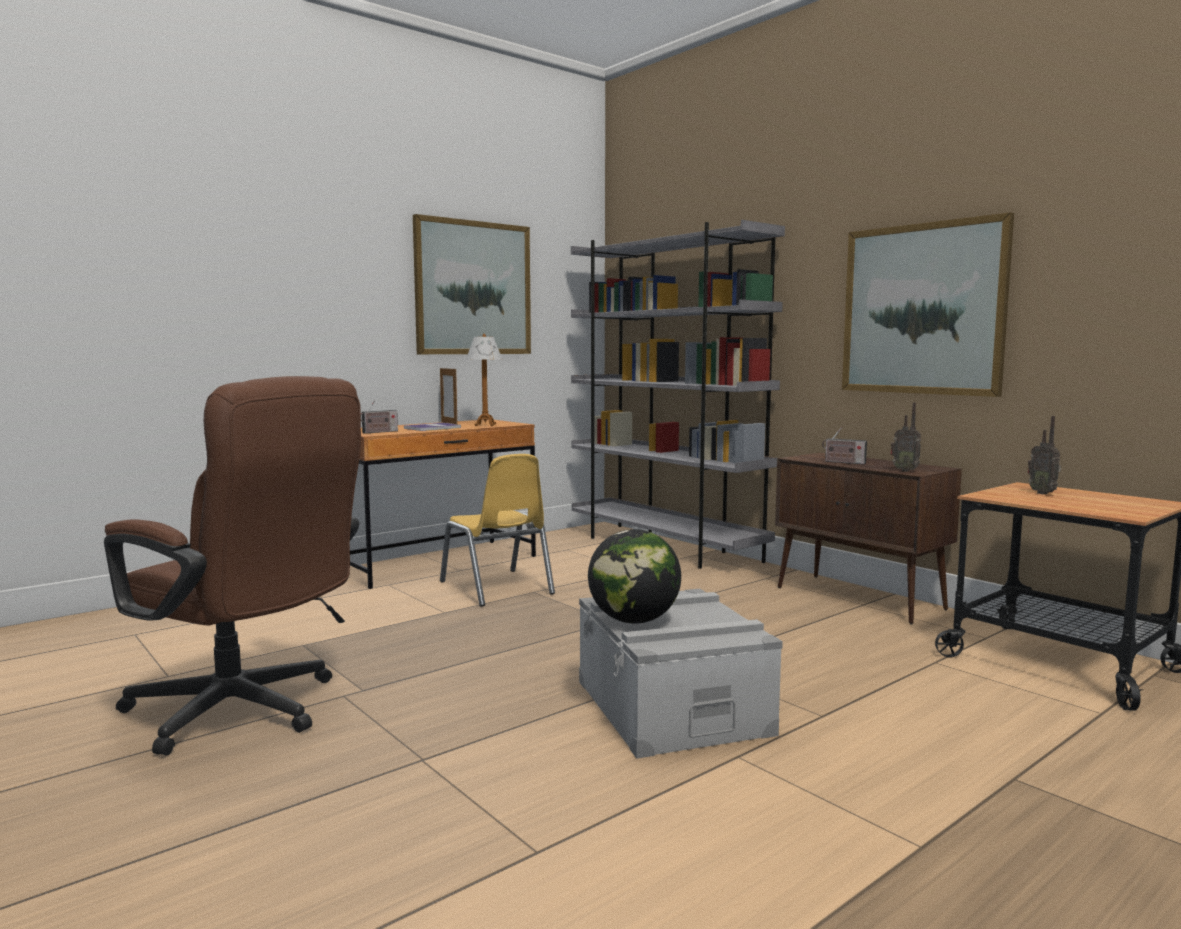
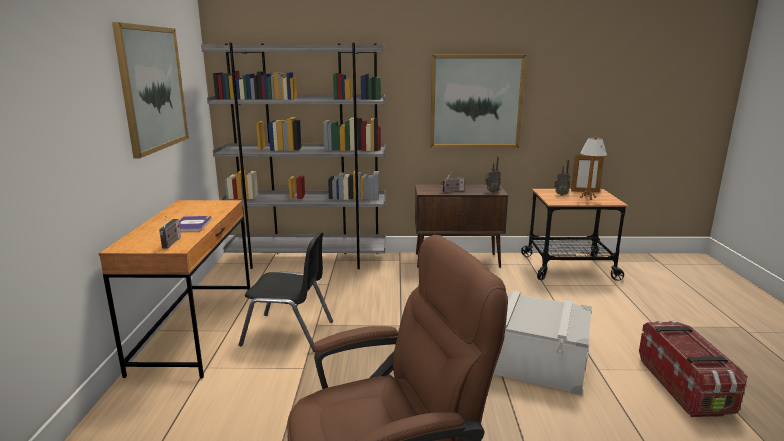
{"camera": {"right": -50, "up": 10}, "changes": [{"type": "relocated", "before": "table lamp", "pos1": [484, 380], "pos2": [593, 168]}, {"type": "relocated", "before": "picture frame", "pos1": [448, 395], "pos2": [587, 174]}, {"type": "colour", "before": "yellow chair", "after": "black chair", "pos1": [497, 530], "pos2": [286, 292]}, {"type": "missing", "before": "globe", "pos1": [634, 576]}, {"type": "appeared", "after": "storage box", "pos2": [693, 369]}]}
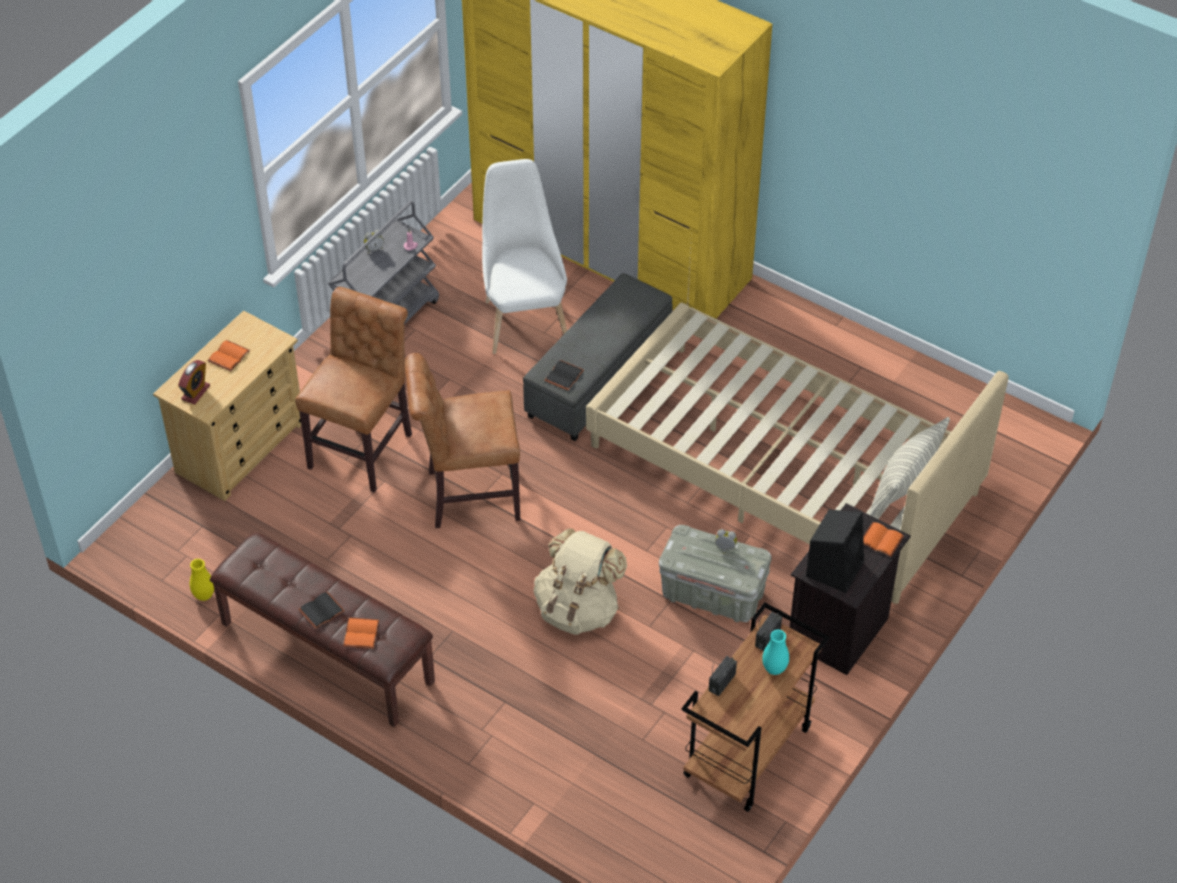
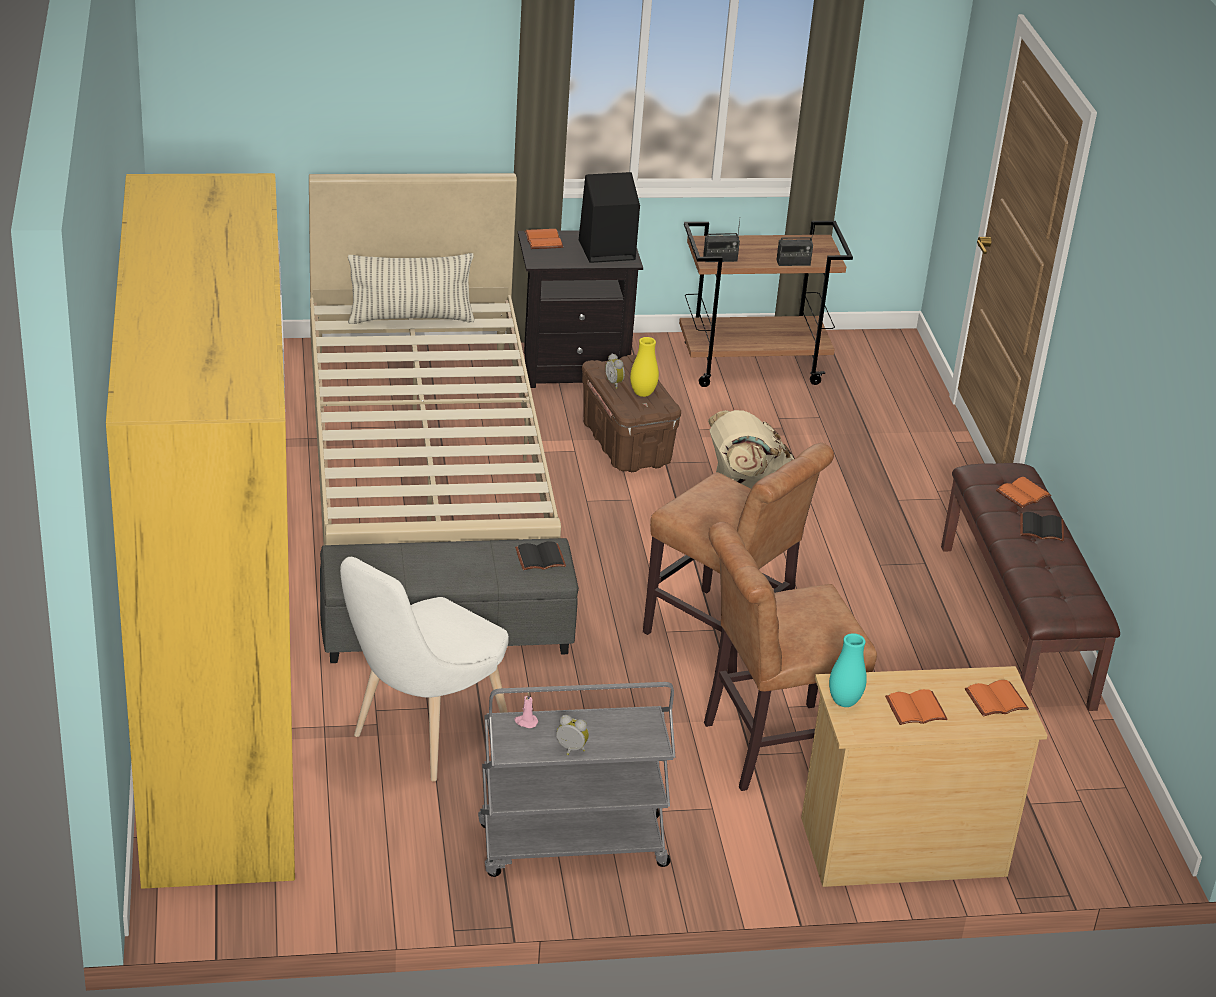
{"camera": {"right": -135, "up": -15}, "changes": [{"type": "exchanged", "before": "alarm clock", "after": "orange book", "pos1": [194, 382], "pos2": [997, 698]}, {"type": "colour", "before": "grey storage box", "after": "brown storage box", "pos1": [715, 573], "pos2": [631, 413]}, {"type": "relocated", "before": "yellow vase", "pos1": [202, 580], "pos2": [644, 367]}, {"type": "relocated", "before": "turquoise vase", "pos1": [775, 652], "pos2": [848, 670]}]}
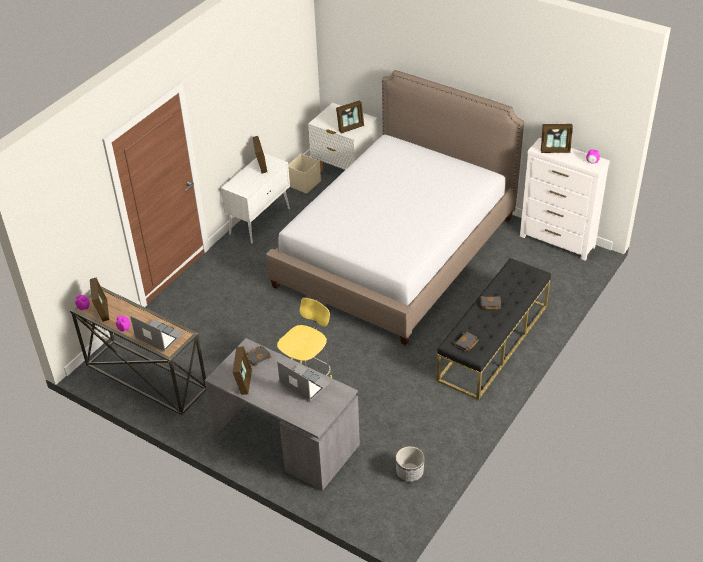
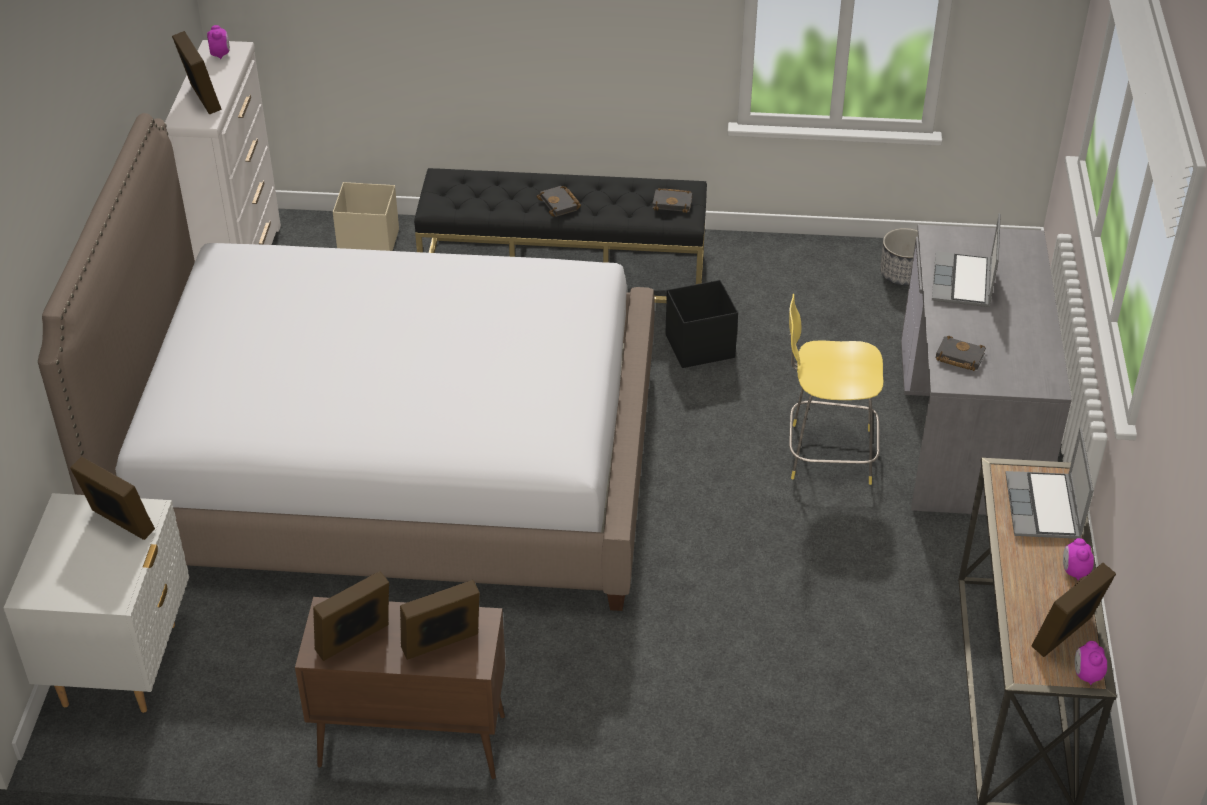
{"camera": {"right": -120, "up": 0}, "changes": [{"type": "colour", "before": "white cabinet", "after": "brown cabinet", "pos1": [255, 198], "pos2": [400, 688]}, {"type": "relocated", "before": "beige storage box", "pos1": [304, 174], "pos2": [366, 216]}, {"type": "relocated", "before": "picture frame", "pos1": [242, 370], "pos2": [440, 620]}, {"type": "appeared", "after": "black storage box", "pos2": [701, 324]}]}
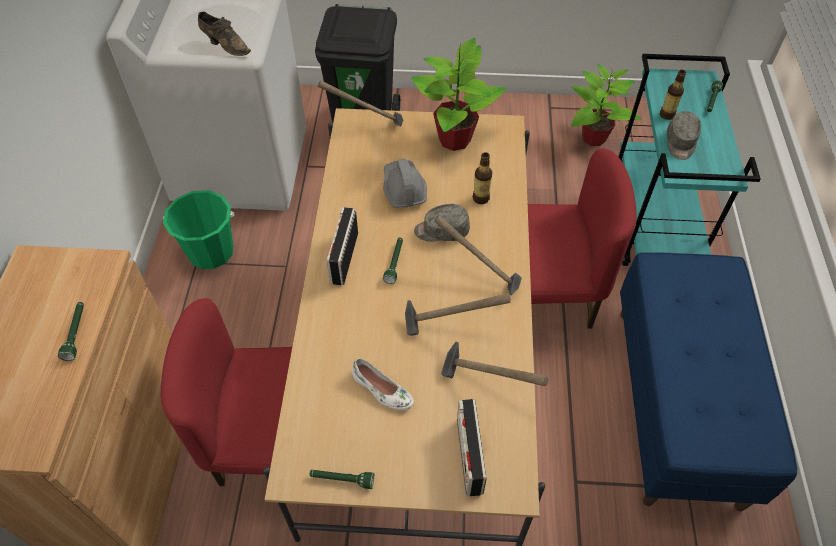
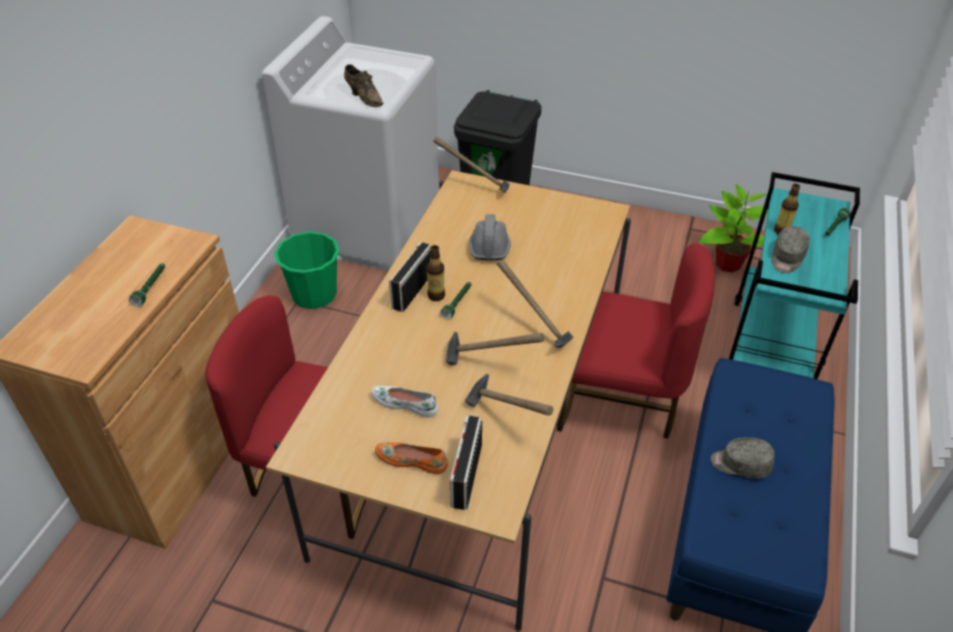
{"camera": {"right": 15, "up": -10}, "changes": [{"type": "missing", "before": "potted plant", "pos1": [459, 94]}, {"type": "relocated", "before": "bottle", "pos1": [482, 178], "pos2": [436, 273]}, {"type": "relocated", "before": "grey cap", "pos1": [442, 223], "pos2": [743, 458]}, {"type": "spun", "before": "white shoe", "pos1": [383, 384], "pos2": [405, 402], "turn": 150}, {"type": "missing", "before": "green flashlight", "pos1": [342, 479]}, {"type": "appeared", "after": "orange shoe", "pos2": [411, 458]}]}
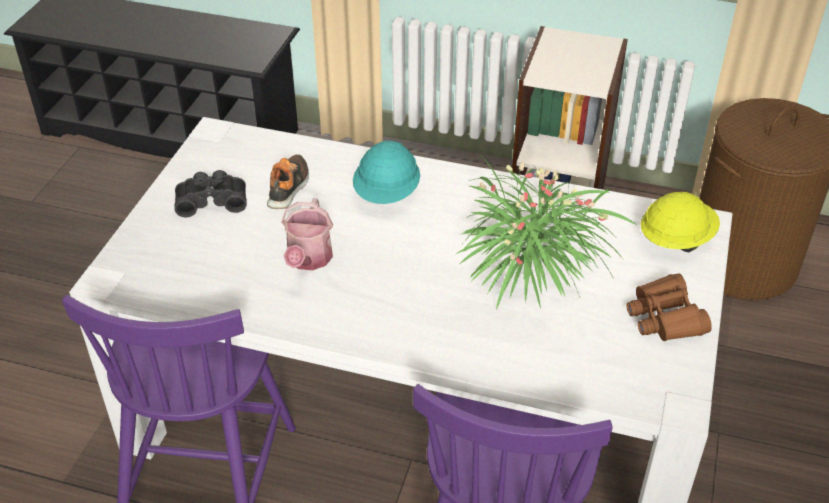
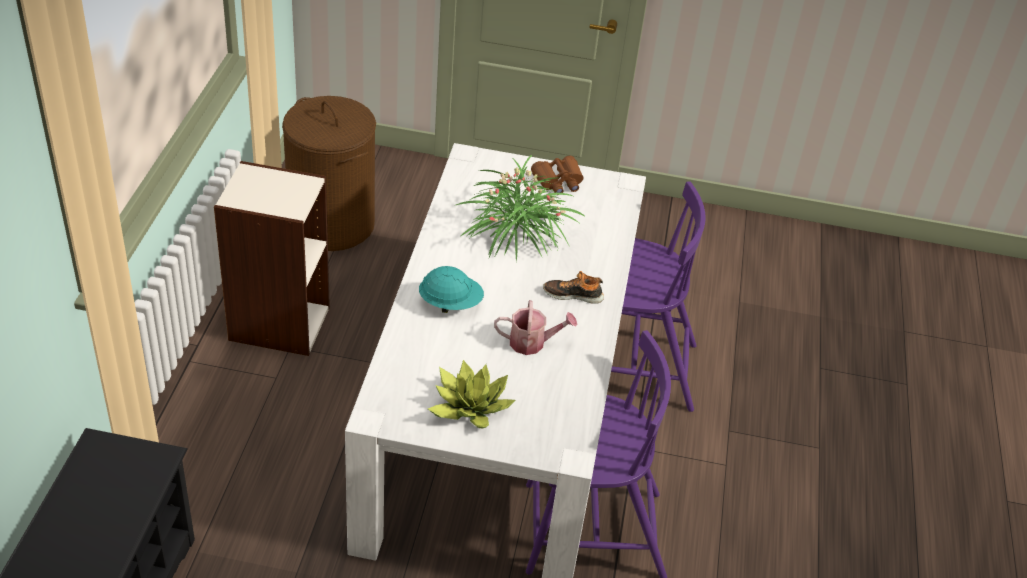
{"camera": {"right": -100, "up": 0}, "changes": [{"type": "relocated", "before": "shoe", "pos1": [288, 181], "pos2": [573, 287]}, {"type": "exchanged", "before": "black binoculars", "after": "potted plant", "pos1": [210, 193], "pos2": [472, 394]}, {"type": "missing", "before": "yellow hard hat", "pos1": [680, 222]}]}
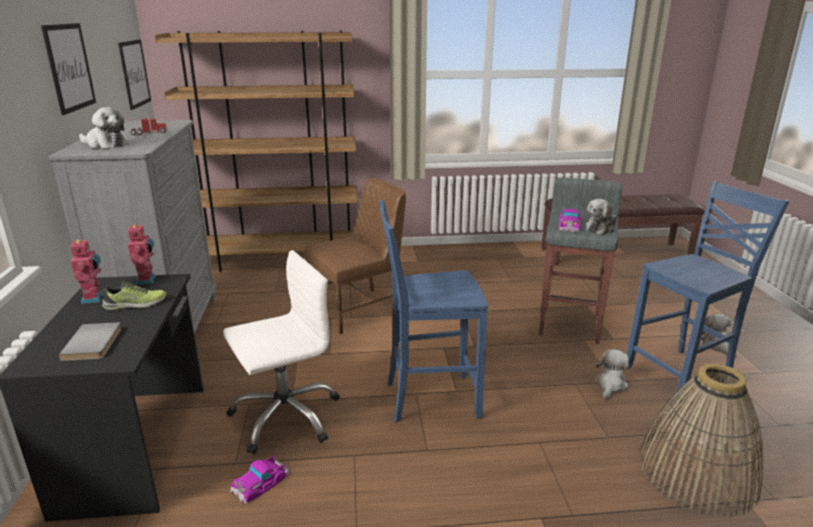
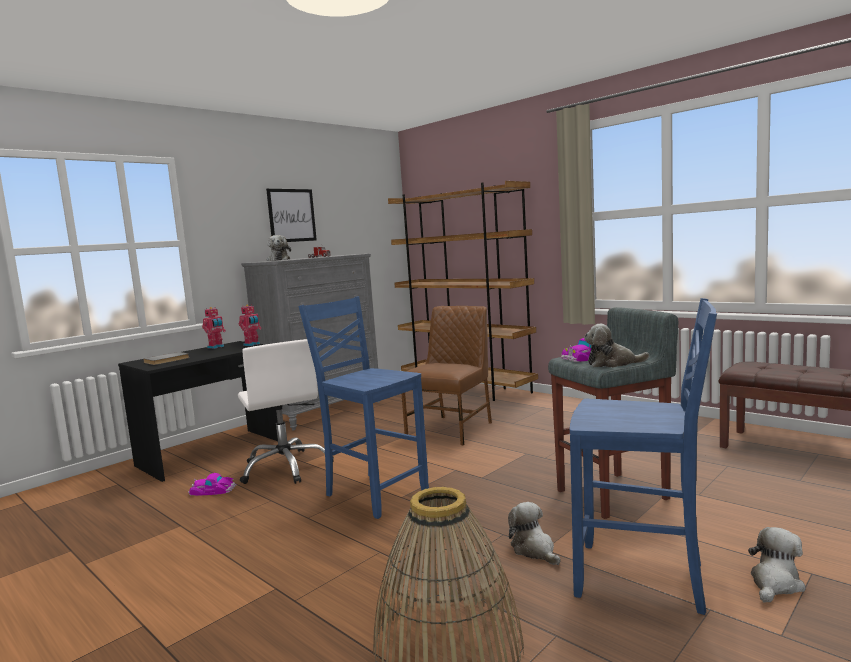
{"camera": {"right": 50, "up": -15}, "changes": [{"type": "missing", "before": "picture", "pos1": [134, 74]}, {"type": "spun", "before": "brown chair", "pos1": [355, 256], "pos2": [447, 375], "turn": -75}, {"type": "spun", "before": "white office chair", "pos1": [281, 352], "pos2": [286, 411], "turn": 45}, {"type": "missing", "before": "shoe", "pos1": [134, 296]}, {"type": "spun", "before": "plush toy", "pos1": [612, 374], "pos2": [534, 533], "turn": -105}]}
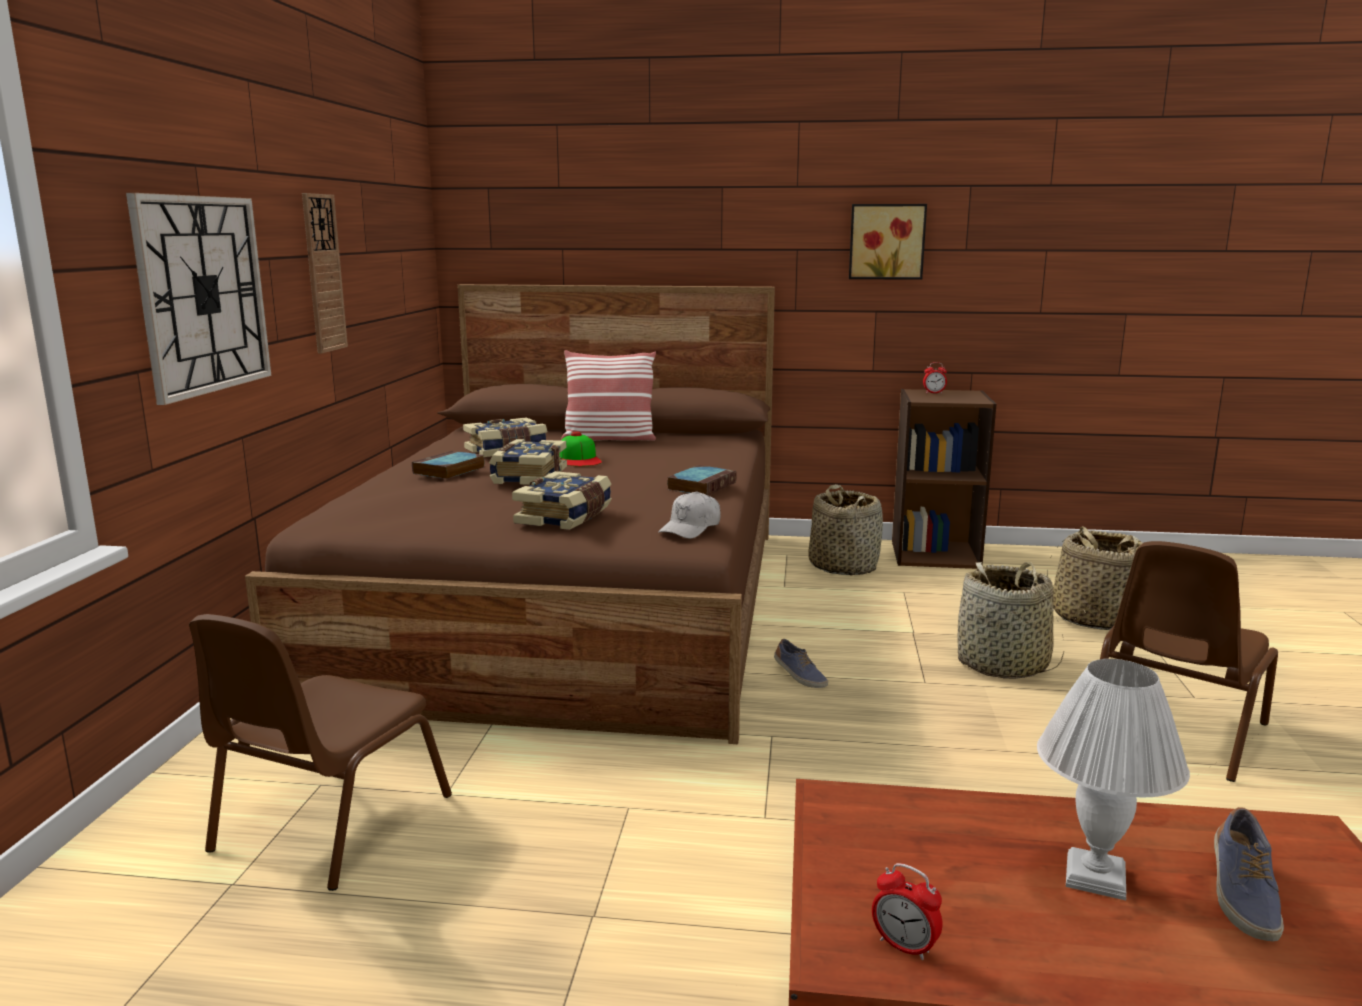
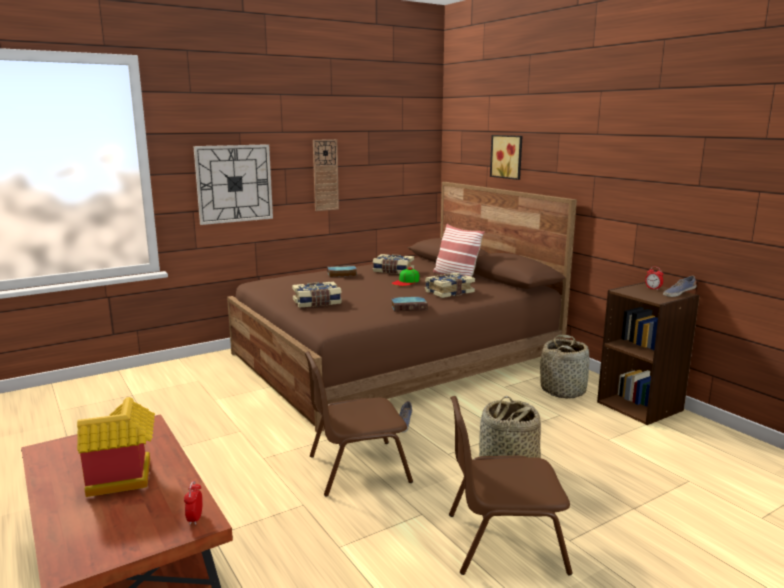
{"camera": {"right": 50, "up": 0}, "changes": [{"type": "relocated", "before": "picture", "pos1": [888, 242], "pos2": [506, 157]}, {"type": "relocated", "before": "book", "pos1": [528, 462], "pos2": [450, 285]}, {"type": "missing", "before": "white cap", "pos1": [689, 515]}, {"type": "missing", "before": "basket", "pos1": [1094, 578]}, {"type": "relocated", "before": "brown chair", "pos1": [320, 752], "pos2": [358, 423]}, {"type": "exchanged", "before": "white table lamp", "after": "toy house", "pos1": [1113, 780], "pos2": [116, 447]}, {"type": "relocated", "before": "shoe", "pos1": [1249, 874], "pos2": [679, 286]}, {"type": "relocated", "before": "alarm clock", "pos1": [907, 911], "pos2": [193, 503]}]}
